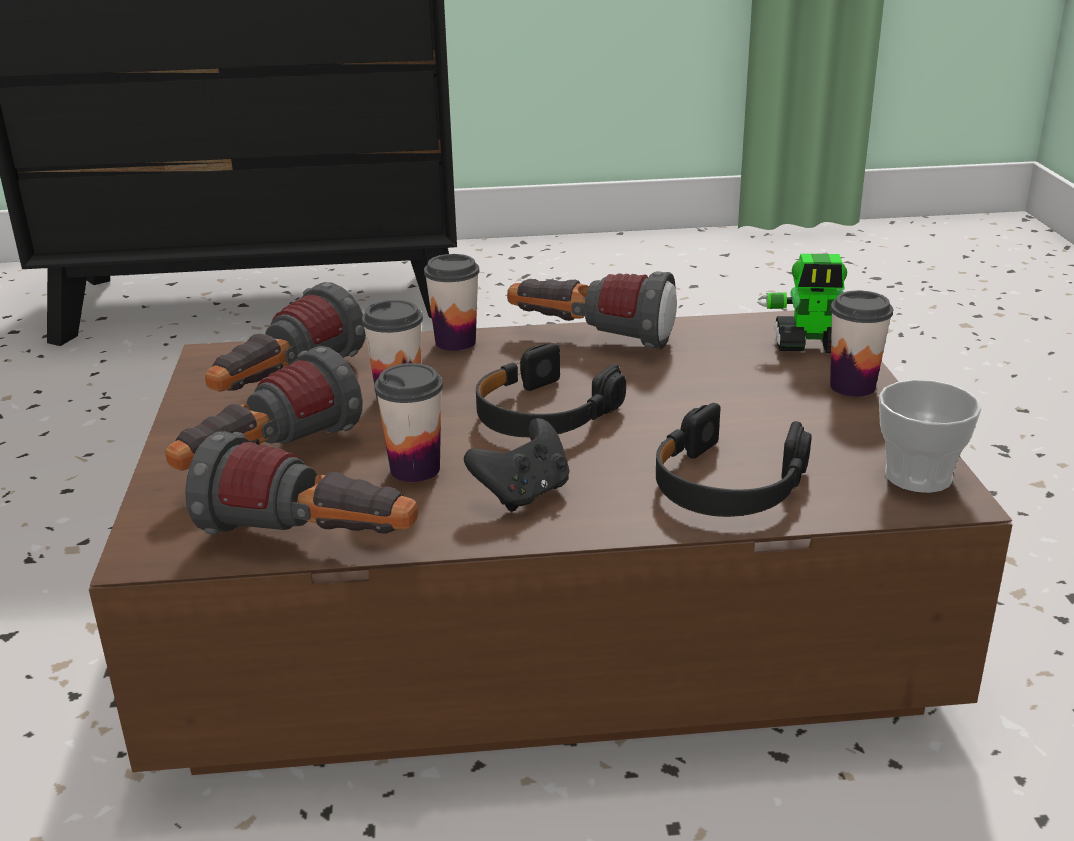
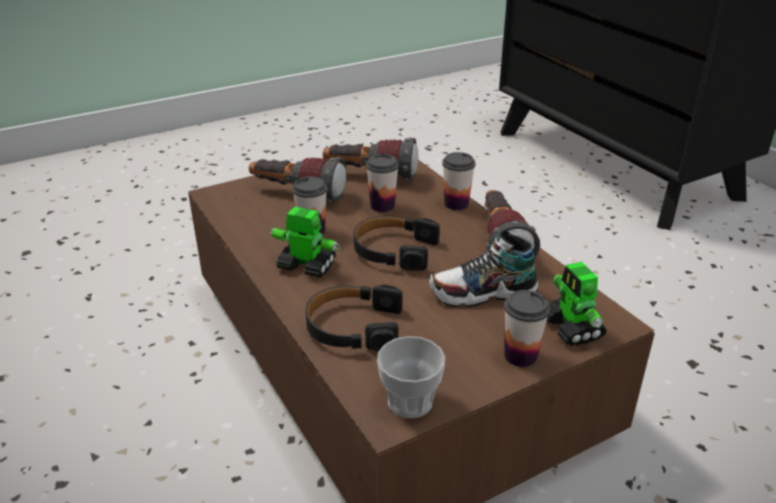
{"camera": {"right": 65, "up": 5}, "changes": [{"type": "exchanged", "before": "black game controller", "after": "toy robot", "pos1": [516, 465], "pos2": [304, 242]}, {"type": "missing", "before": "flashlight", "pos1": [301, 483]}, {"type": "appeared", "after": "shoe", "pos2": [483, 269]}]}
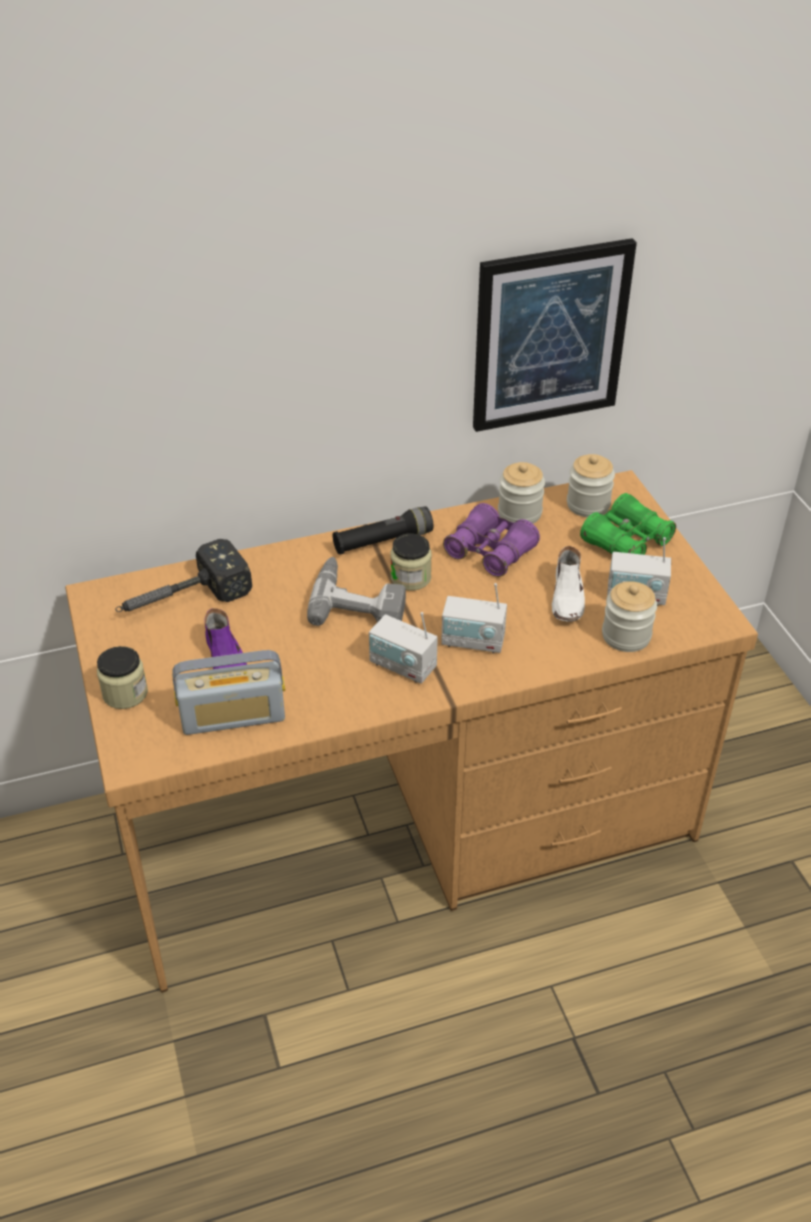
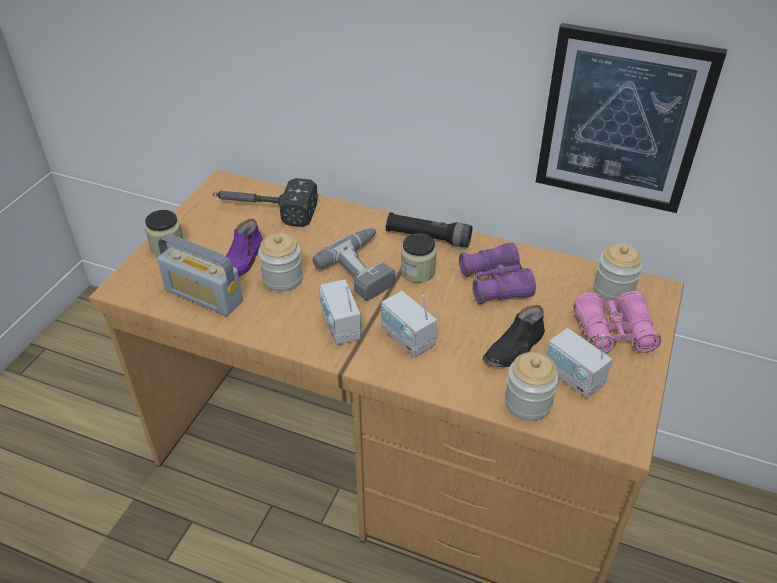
{"camera": {"right": 40, "up": 0}, "changes": [{"type": "relocated", "before": "jar", "pos1": [521, 493], "pos2": [280, 262]}, {"type": "colour", "before": "green binoculars", "after": "pink binoculars", "pos1": [628, 524], "pos2": [617, 322]}, {"type": "colour", "before": "white shoe", "after": "black shoe", "pos1": [568, 584], "pos2": [514, 336]}]}
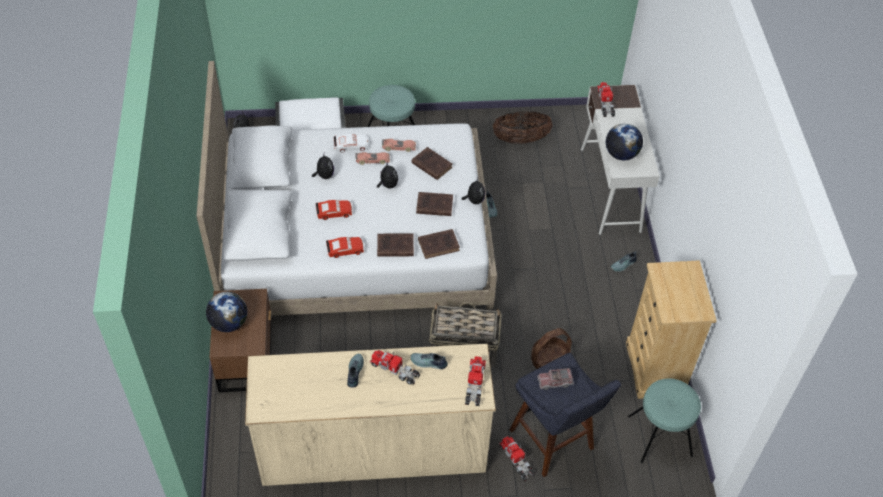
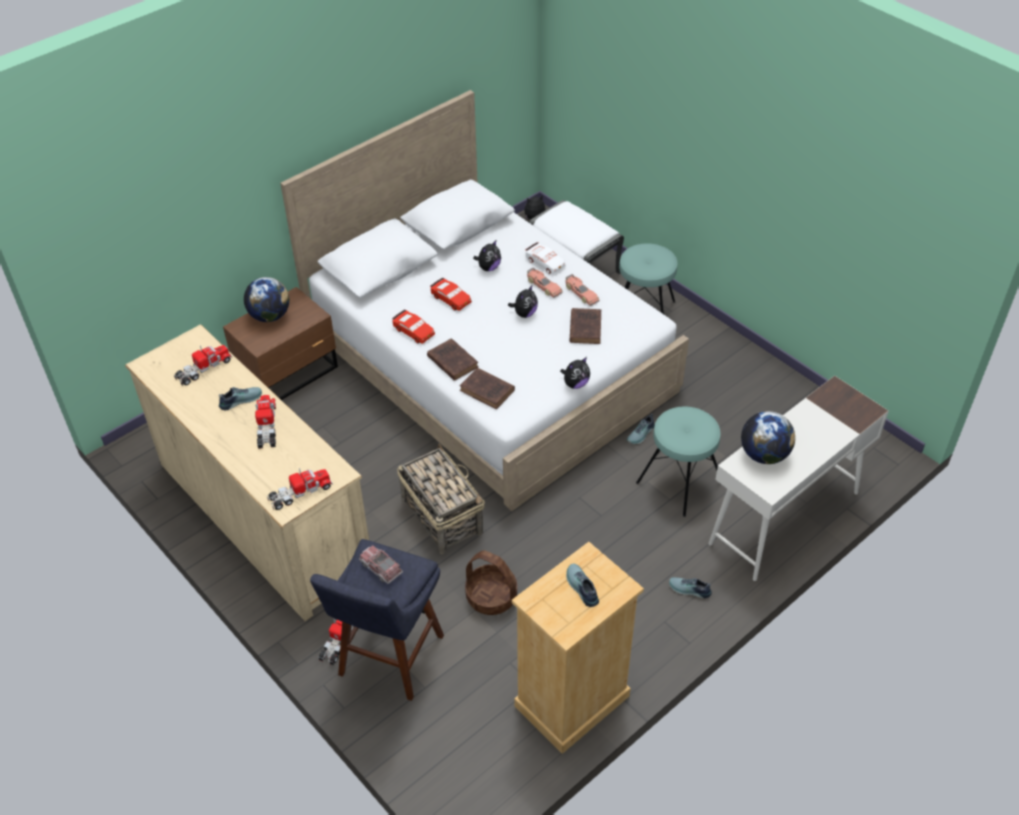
{"camera": {"right": 55, "up": -5}, "changes": [{"type": "relocated", "before": "toy truck", "pos1": [606, 99], "pos2": [203, 365]}, {"type": "missing", "before": "basket", "pos1": [523, 127]}, {"type": "missing", "before": "brown book", "pos1": [434, 204]}, {"type": "relocated", "before": "shoe", "pos1": [429, 361], "pos2": [582, 585]}, {"type": "relocated", "before": "turquoise stool", "pos1": [664, 420], "pos2": [678, 461]}]}
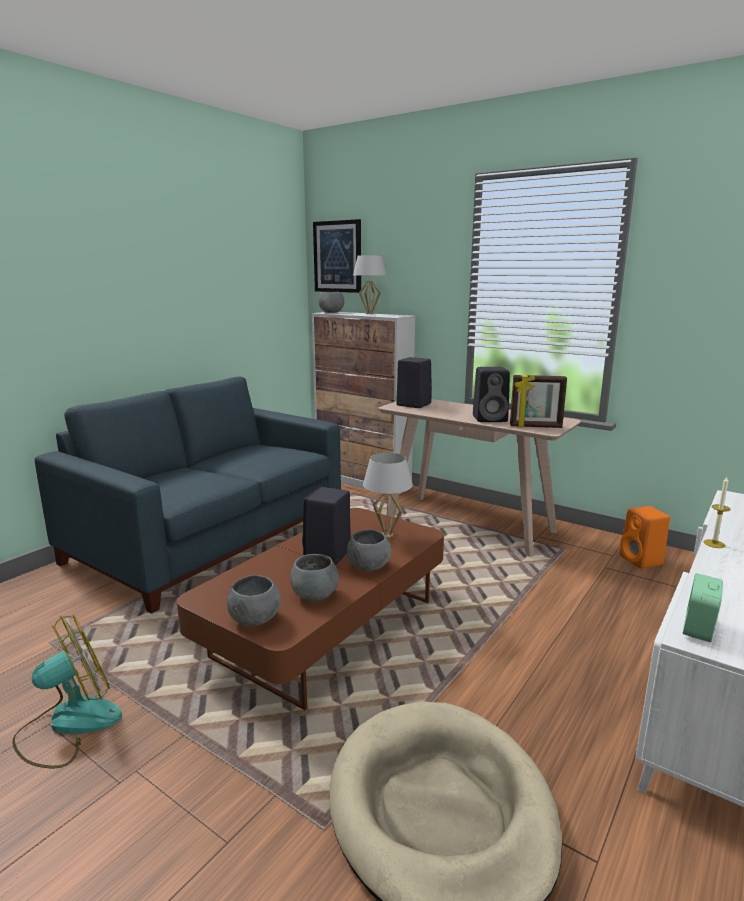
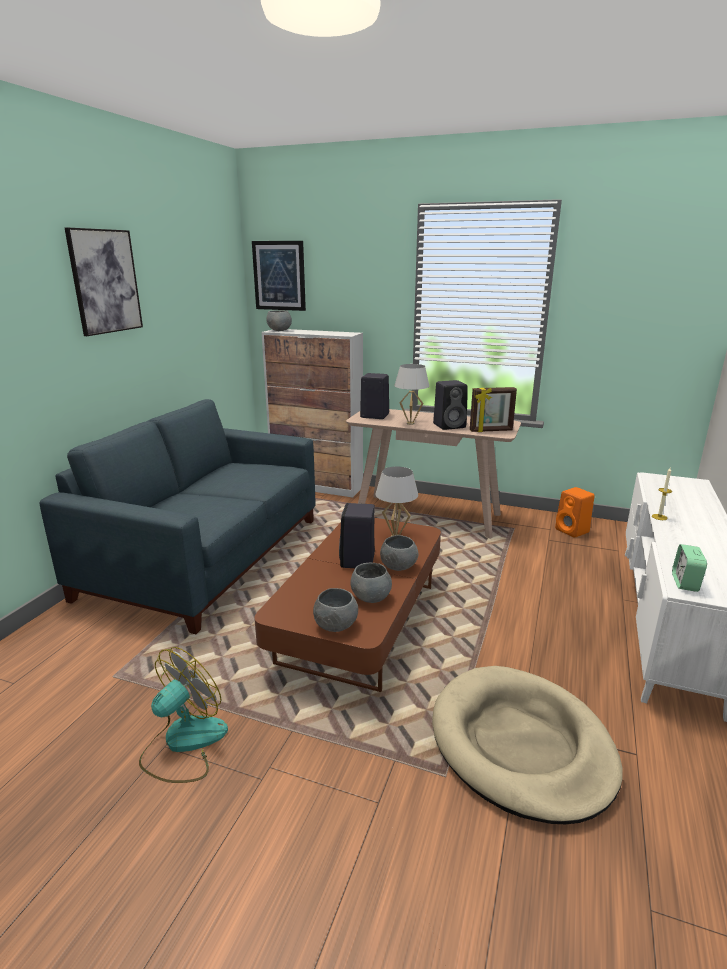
{"camera": {"right": -15, "up": 5}, "changes": [{"type": "relocated", "before": "white table lamp", "pos1": [369, 284], "pos2": [411, 394]}, {"type": "appeared", "after": "picture", "pos2": [104, 281]}]}
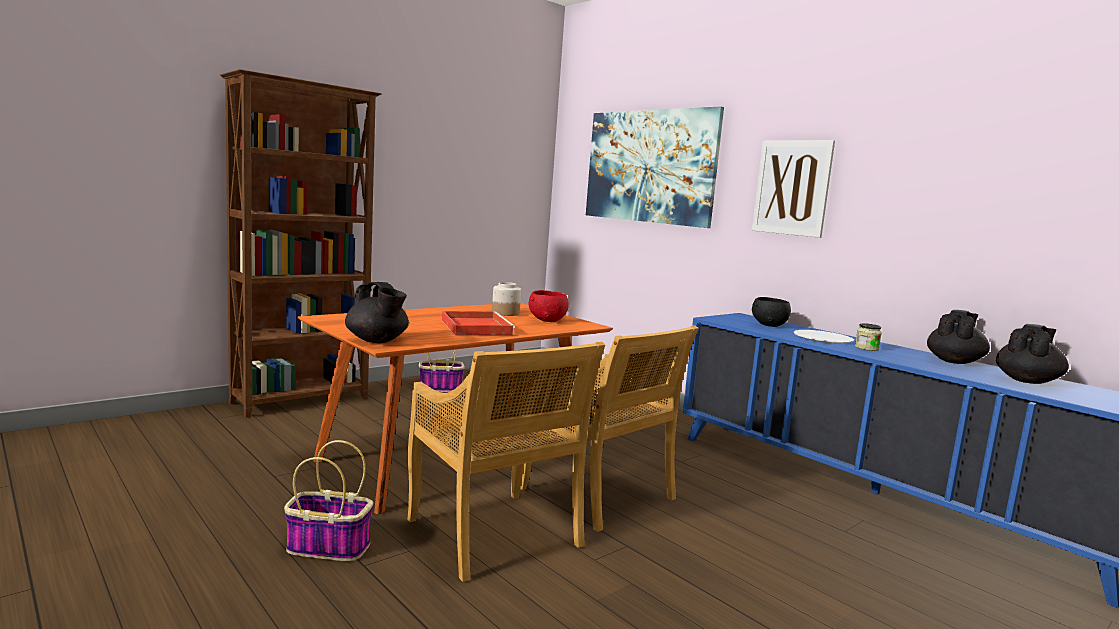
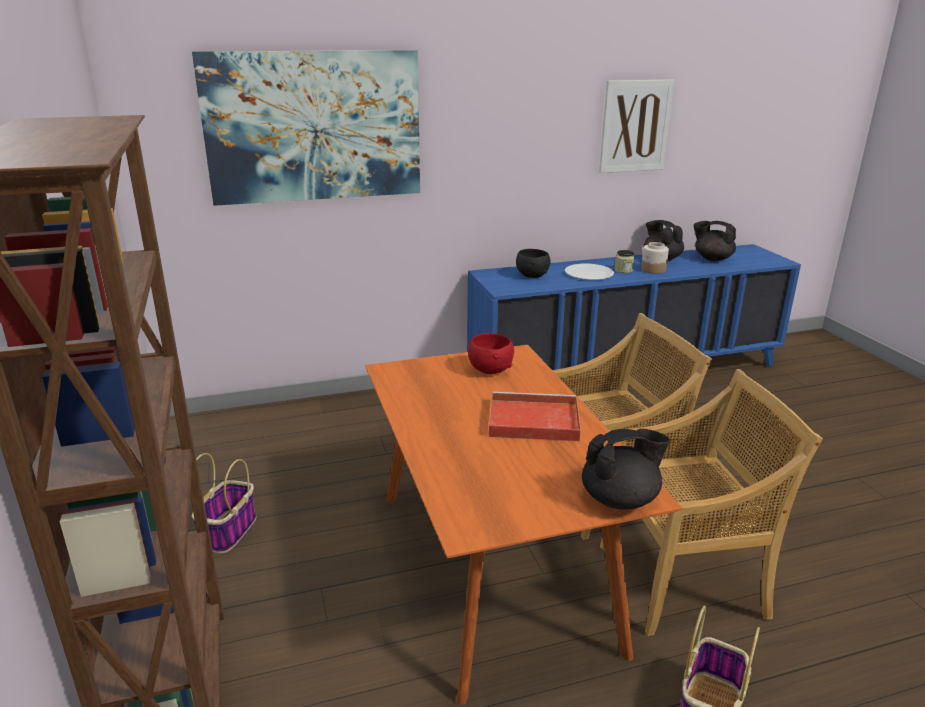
{"camera": {"right": -65, "up": 15}, "changes": [{"type": "relocated", "before": "picture", "pos1": [793, 189], "pos2": [636, 126]}, {"type": "relocated", "before": "jar", "pos1": [506, 299], "pos2": [655, 258]}, {"type": "spun", "before": "black teapot", "pos1": [1032, 354], "pos2": [714, 241], "turn": -45}]}
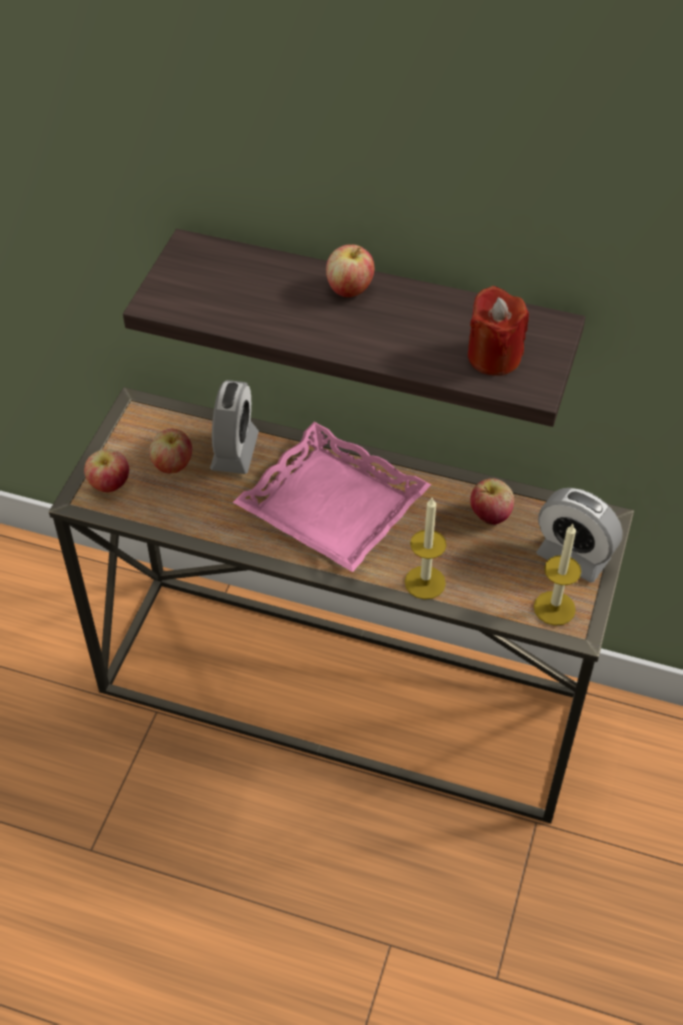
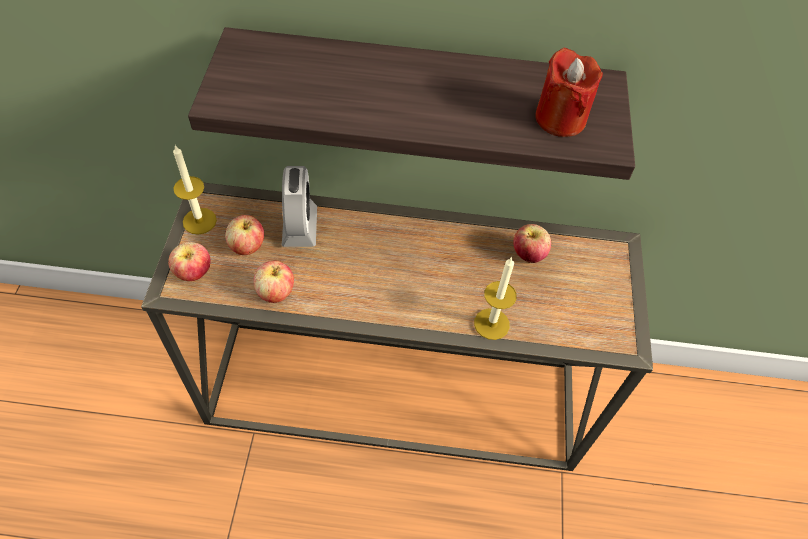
{"camera": {"right": -15, "up": 5}, "changes": [{"type": "relocated", "before": "apple", "pos1": [350, 271], "pos2": [274, 282]}, {"type": "missing", "before": "pink tray", "pos1": [332, 497]}, {"type": "missing", "before": "alarm clock", "pos1": [579, 535]}, {"type": "relocated", "before": "candle", "pos1": [557, 574], "pos2": [195, 190]}]}
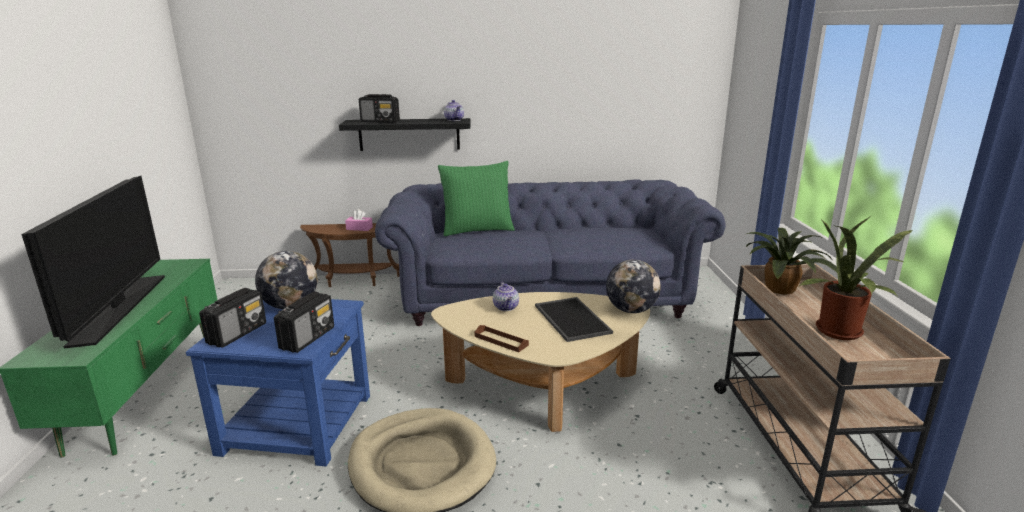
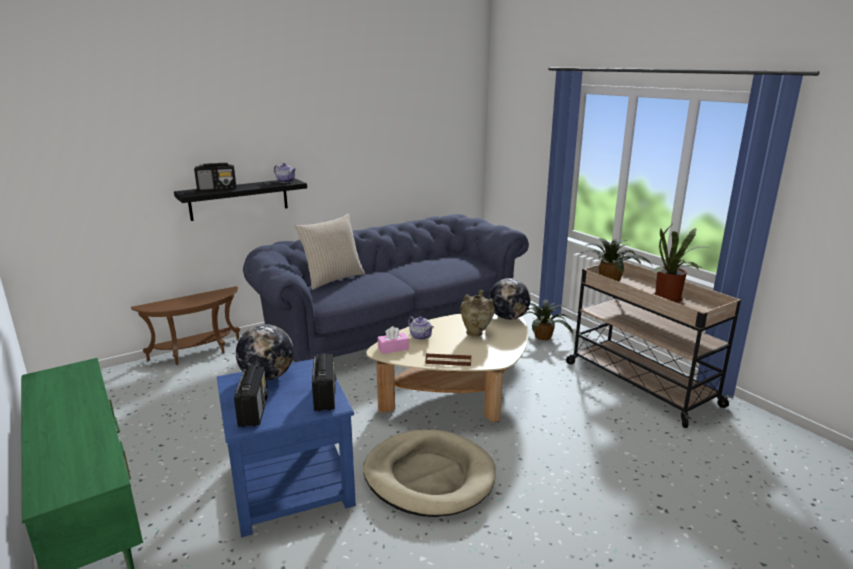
{"camera": {"right": -30, "up": 0}, "changes": [{"type": "colour", "before": "green pillow", "after": "beige pillow", "pos1": [476, 198], "pos2": [330, 252]}, {"type": "missing", "before": "television", "pos1": [93, 262]}, {"type": "relocated", "before": "pink tissue box", "pos1": [359, 220], "pos2": [393, 340]}, {"type": "exchanged", "before": "tray", "after": "beige vase", "pos1": [574, 319], "pos2": [477, 313]}, {"type": "appeared", "after": "potted plant", "pos2": [547, 320]}]}
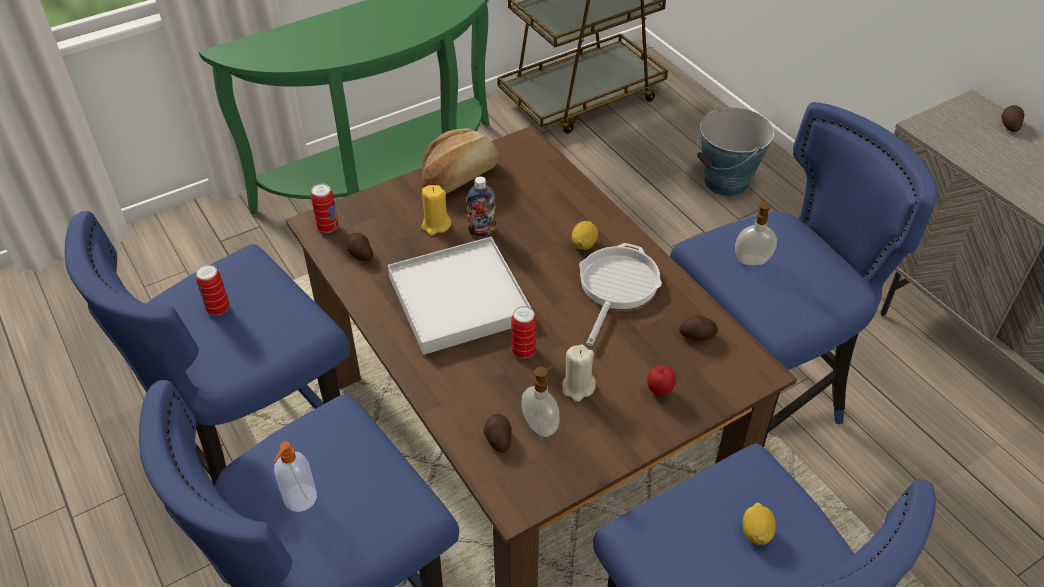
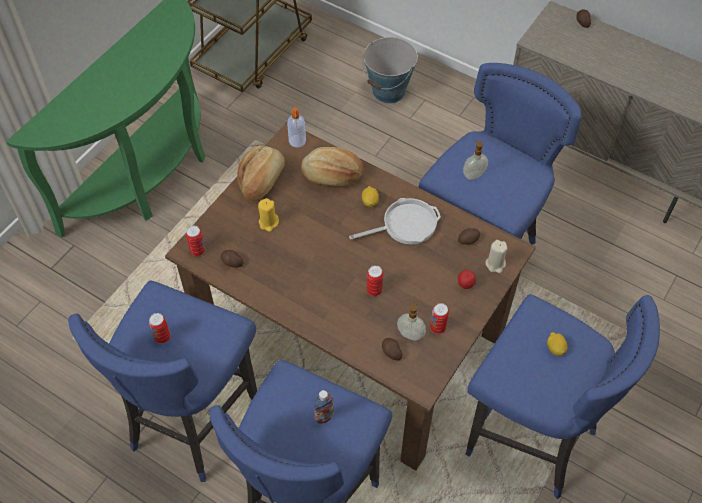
{"camera": {"right": -25, "up": 10}, "changes": [{"type": "relocated", "before": "bottle", "pos1": [481, 206], "pos2": [324, 407]}, {"type": "missing", "before": "white tray", "pos1": [460, 296]}, {"type": "spun", "before": "frying pan", "pos1": [620, 294], "pos2": [395, 221], "turn": 75}, {"type": "relocated", "before": "beige candle", "pos1": [579, 373], "pos2": [496, 256]}, {"type": "relocated", "before": "soap dispenser", "pos1": [295, 476], "pos2": [296, 127]}, {"type": "appeared", "after": "bread", "pos2": [332, 167]}, {"type": "appeared", "after": "can", "pos2": [439, 318]}]}
